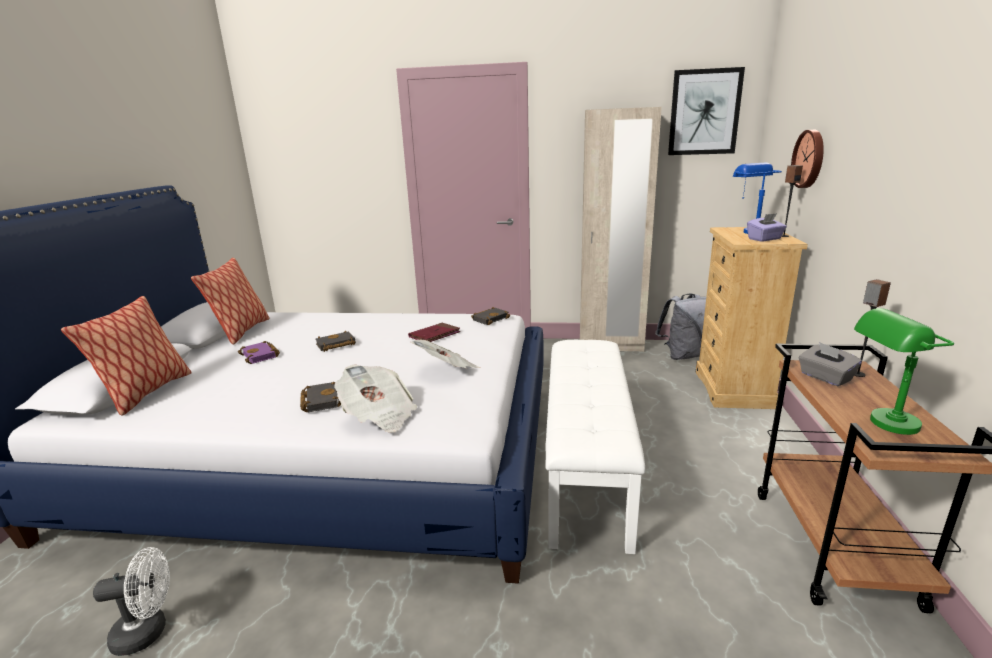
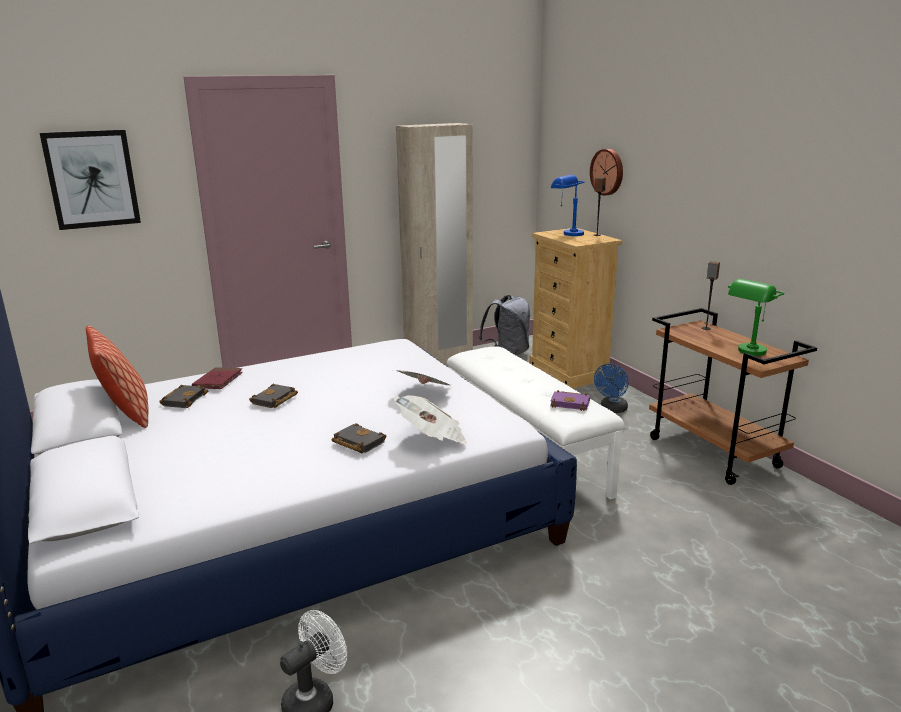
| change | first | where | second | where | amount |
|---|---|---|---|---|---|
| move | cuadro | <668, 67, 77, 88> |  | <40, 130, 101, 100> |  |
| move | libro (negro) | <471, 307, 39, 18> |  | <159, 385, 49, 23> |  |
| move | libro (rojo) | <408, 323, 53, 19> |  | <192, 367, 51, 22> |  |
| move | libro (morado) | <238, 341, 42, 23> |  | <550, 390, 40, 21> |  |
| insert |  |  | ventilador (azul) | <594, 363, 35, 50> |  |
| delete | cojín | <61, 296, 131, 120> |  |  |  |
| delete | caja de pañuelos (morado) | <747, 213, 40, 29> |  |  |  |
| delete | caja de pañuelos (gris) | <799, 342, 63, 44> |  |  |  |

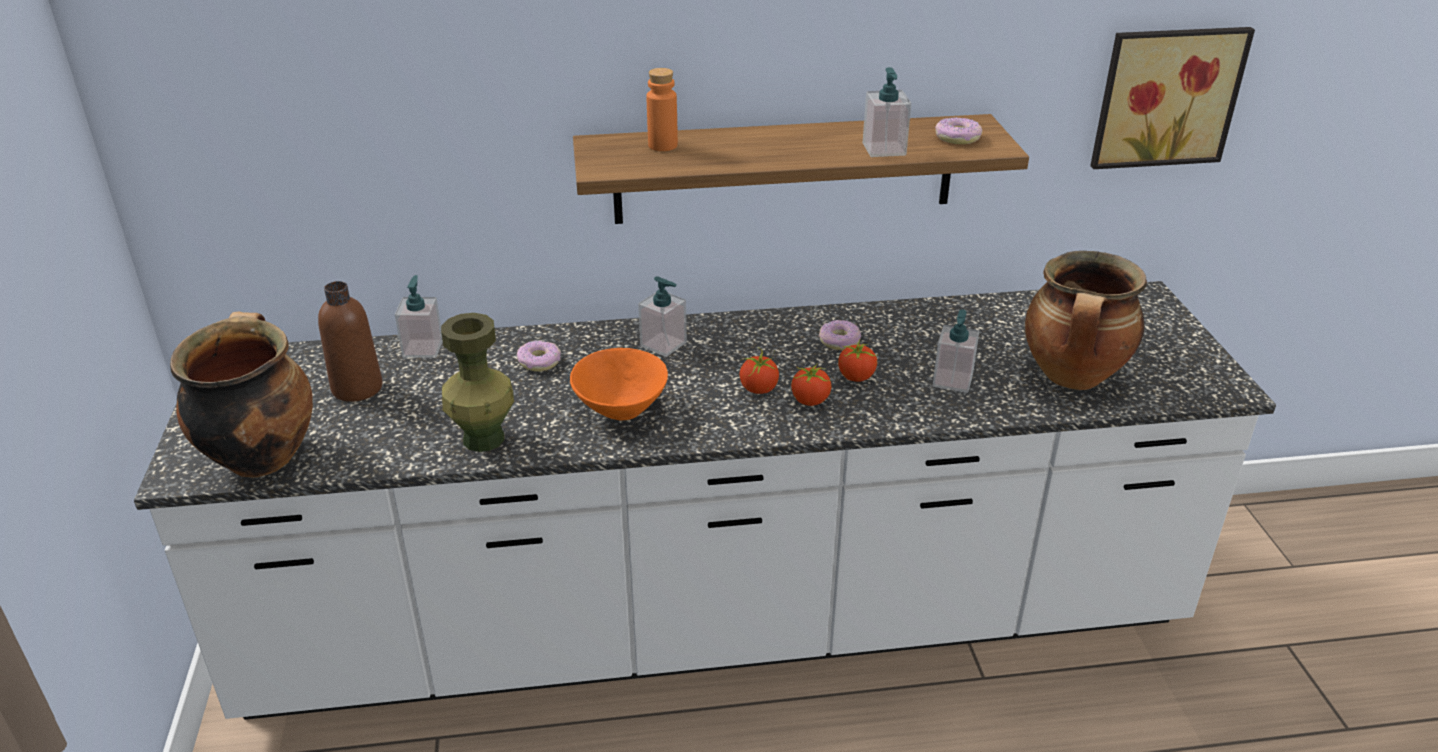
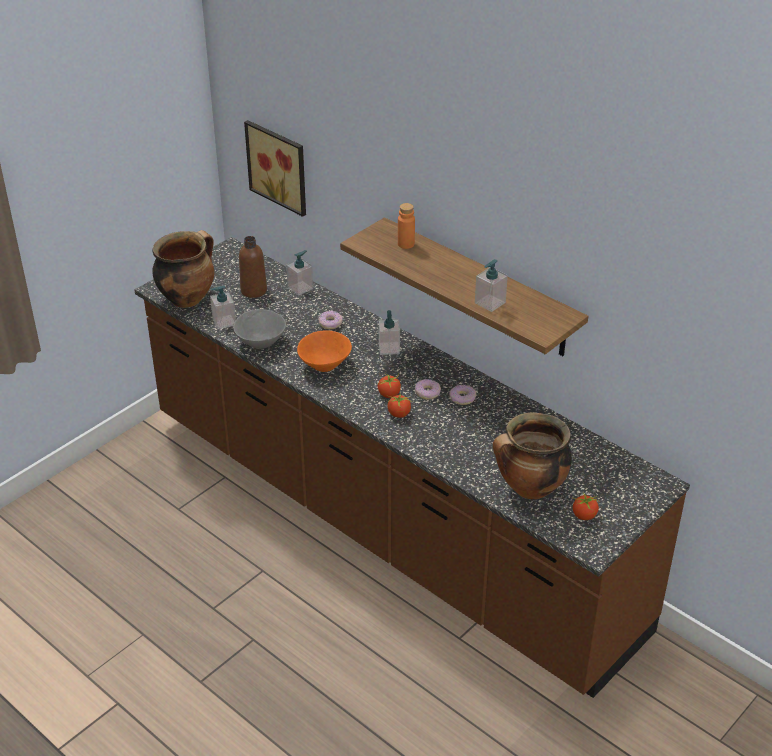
| change | first | where | second | where | amount |
|---|---|---|---|---|---|
| recolor | mueble bajo de cocina (blanco) | <134, 281, 1142, 439> | mueble bajo de cocina (marrón) | <134, 237, 556, 461> |  |
| move | dispensador de jabón | <933, 309, 46, 84> |  | <210, 285, 26, 44> |  |
| replace | florero (verde) | <441, 313, 73, 139> | cuenco (gris) | <233, 309, 53, 40> |  |
| move | cuadro | <1090, 27, 165, 142> |  | <244, 120, 62, 97> |  |
| move | rosquilla | <935, 117, 47, 27> |  | <415, 379, 26, 21> |  |
| move | tomate | <838, 340, 39, 42> |  | <573, 492, 27, 28> |  |

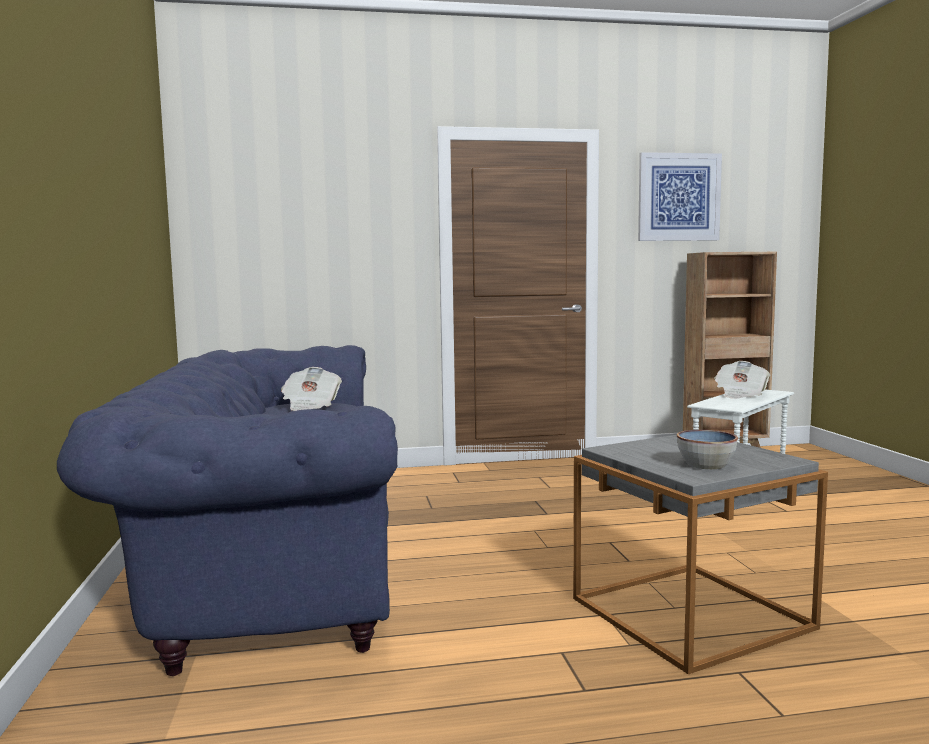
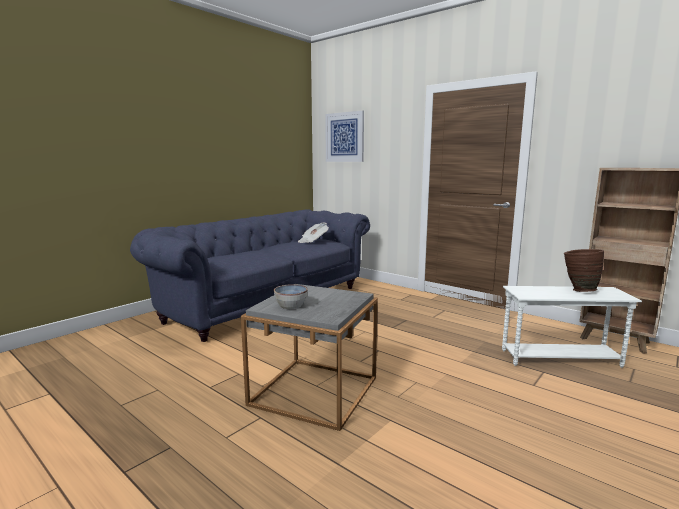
| change | first | where | second | where | amount |
|---|---|---|---|---|---|
| move | cuadro | <638, 152, 84, 89> |  | <325, 111, 39, 51> |  |
| replace | periódico | <714, 361, 56, 38> | florero (marrón) | <564, 249, 40, 43> |  |

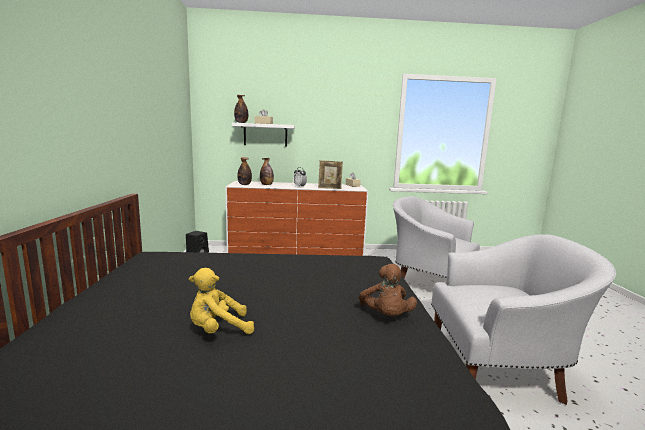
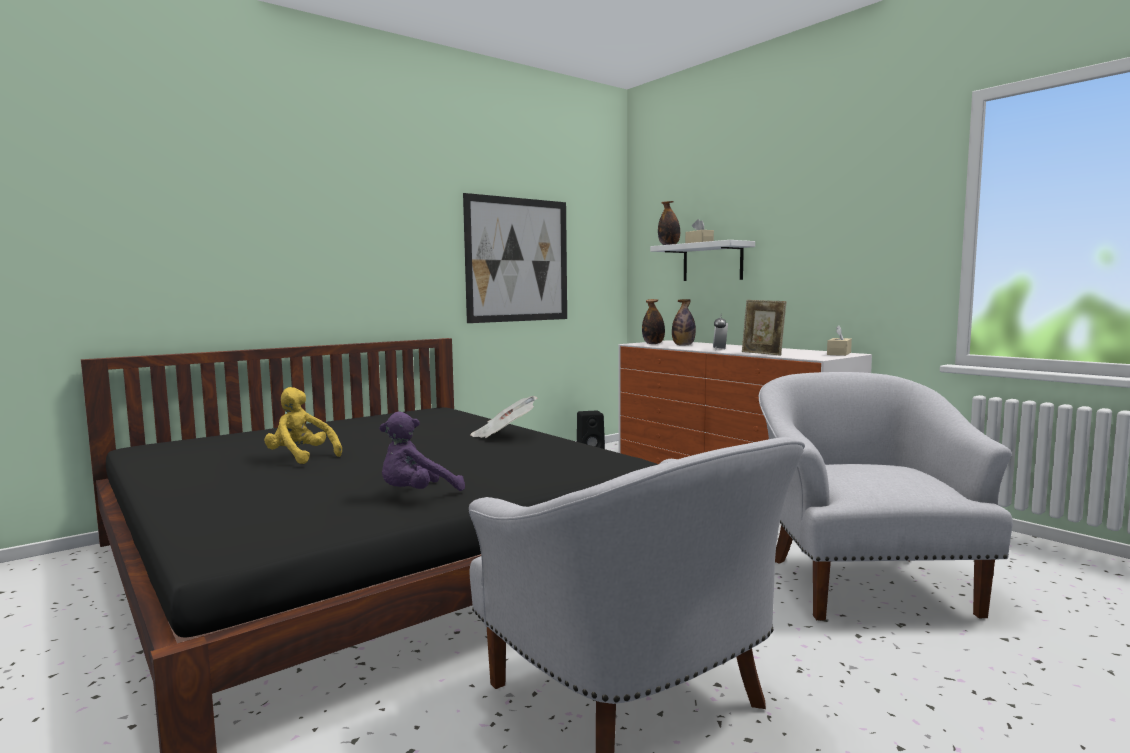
| change | first | where | second | where | amount |
|---|---|---|---|---|---|
| recolor | peluche (marrón) | <359, 264, 58, 52> | peluche (morado) | <379, 412, 86, 79> |  |
| insert |  |  | cuadro | <463, 193, 104, 130> |  |
| insert |  |  | periódico | <471, 396, 67, 42> |  |

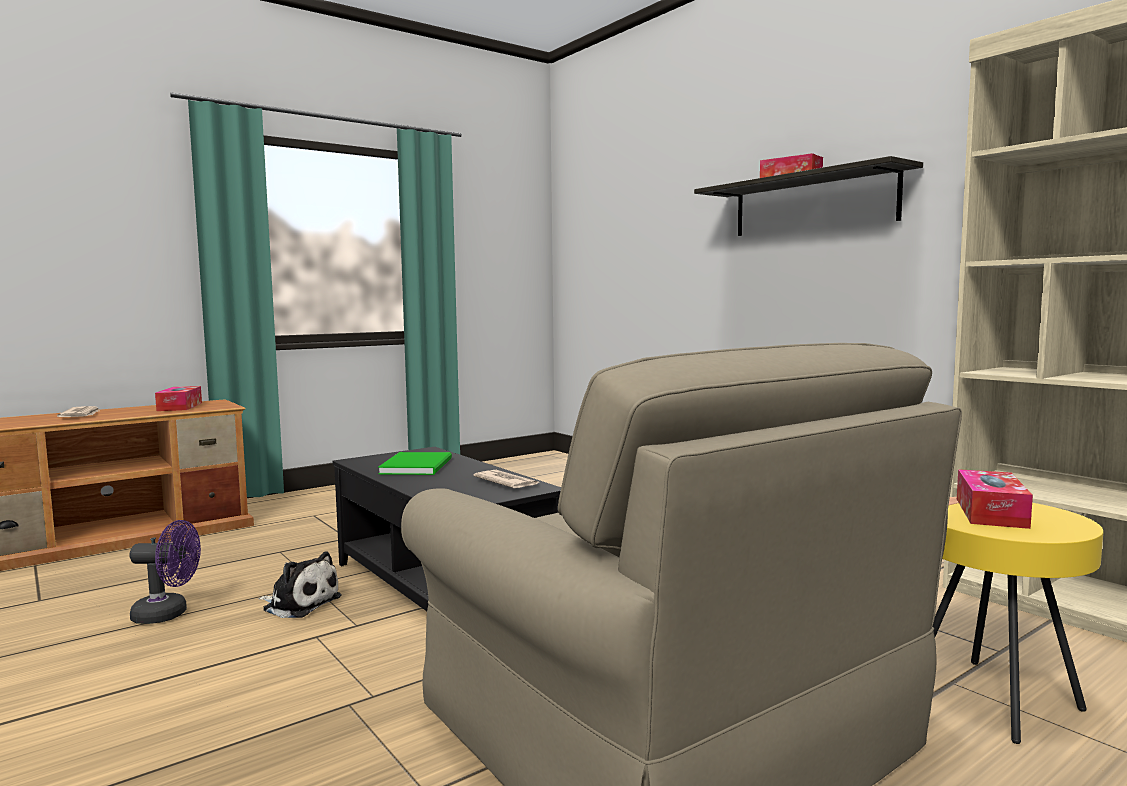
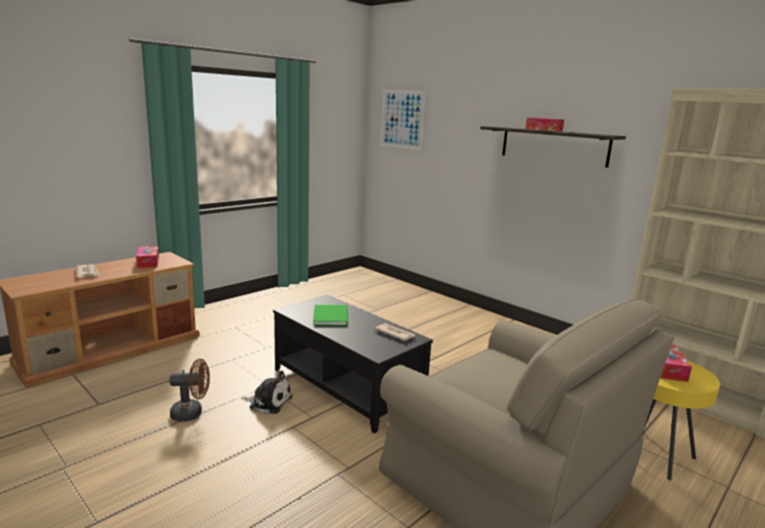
| change | first | where | second | where | amount |
|---|---|---|---|---|---|
| recolor | ventilador (morado) | <129, 520, 72, 104> | ventilador (marrón) | <169, 359, 41, 62> |  |
| insert |  |  | cuadro | <381, 90, 45, 60> |  |

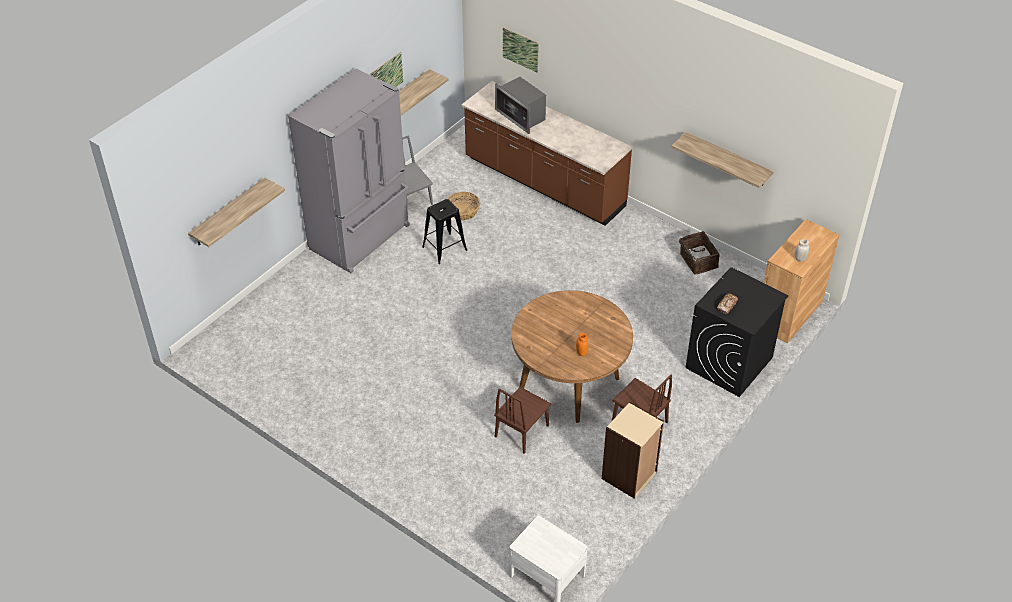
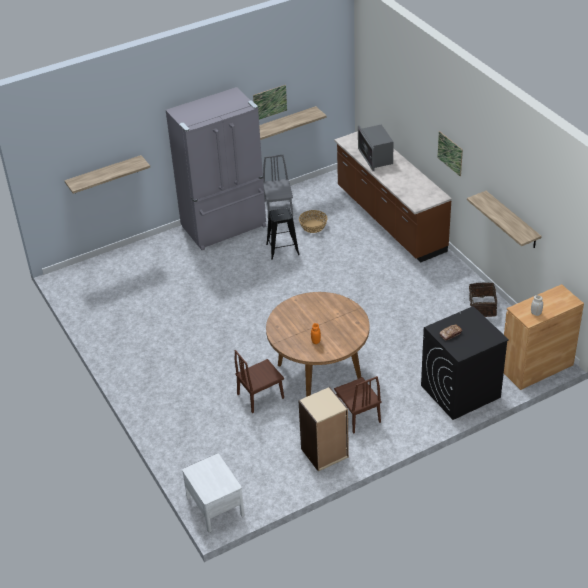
| change | first | where | second | where | amount |
|---|---|---|---|---|---|
| move | cuadro | <503, 27, 36, 46> |  | <437, 131, 26, 45> |  |

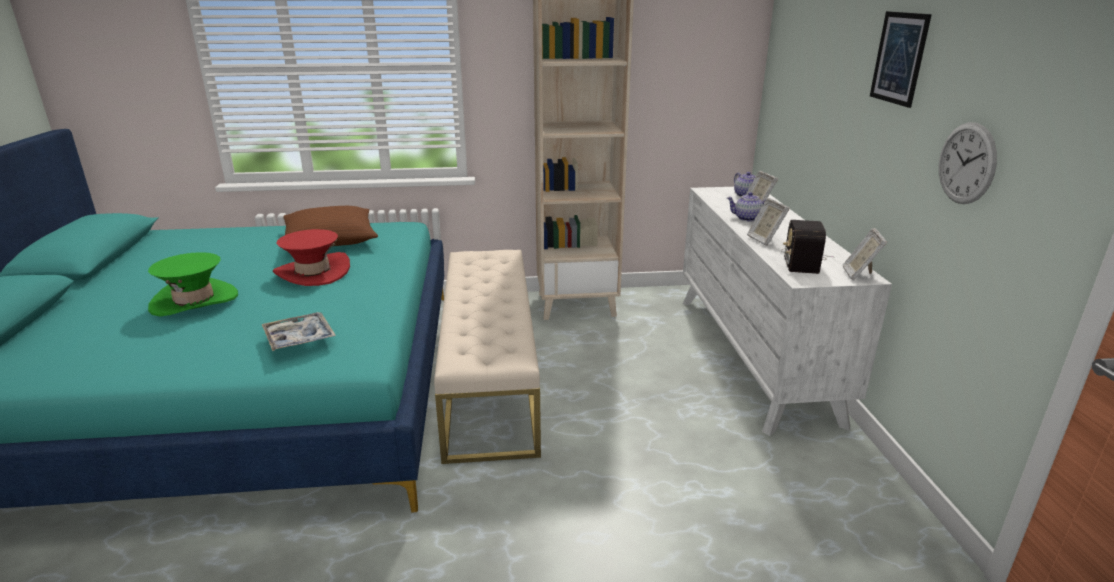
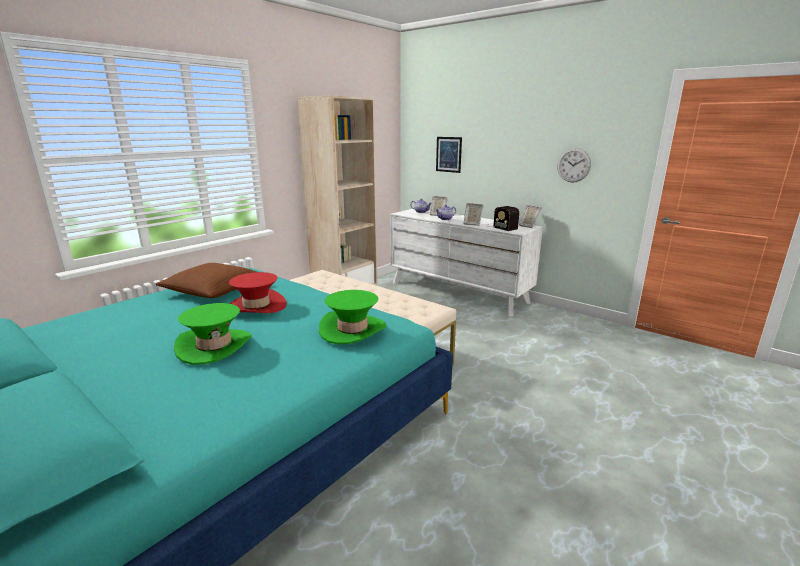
| change | first | where | second | where | amount |
|---|---|---|---|---|---|
| replace | bandeja | <262, 312, 74, 39> | sombrero (verde) | <319, 290, 67, 54> |  |
| move | cuadro | <870, 11, 62, 97> |  | <436, 137, 26, 36> |  |

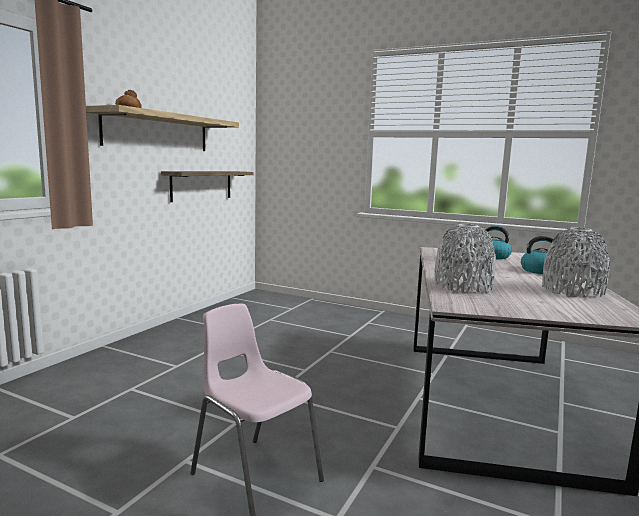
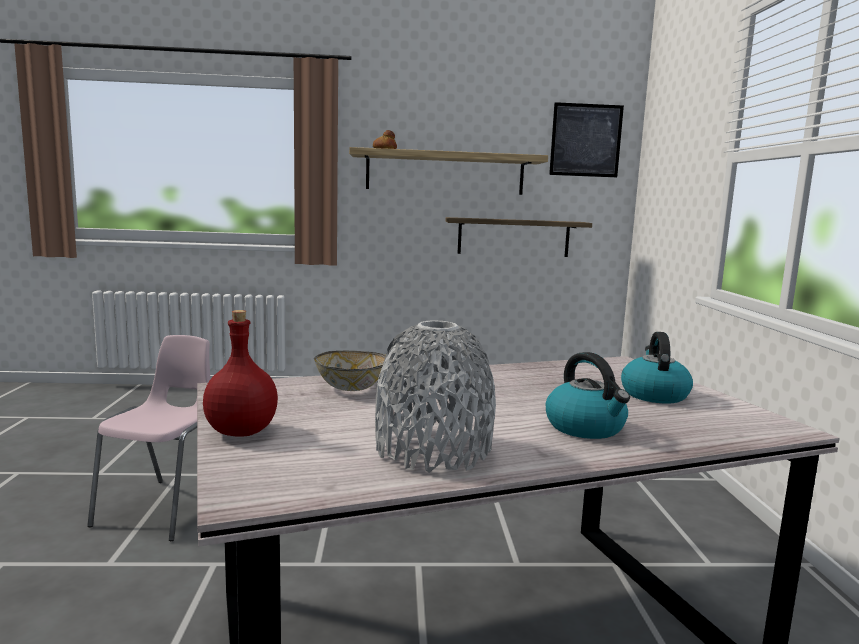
| change | first | where | second | where | amount |
|---|---|---|---|---|---|
| insert |  |  | botella (rojo) | <203, 310, 75, 127> |  |
| replace | florero (gris) | <434, 224, 62, 69> | cuenco | <314, 351, 72, 40> |  |
| insert |  |  | cuadro | <549, 102, 75, 75> |  |

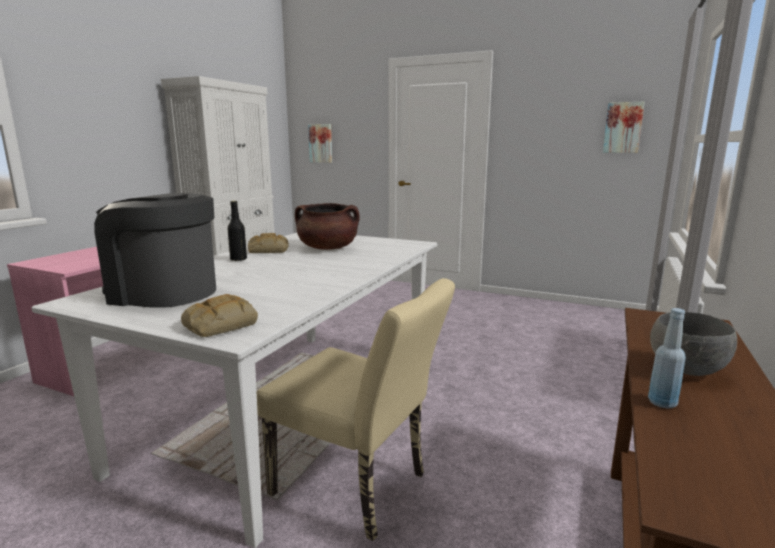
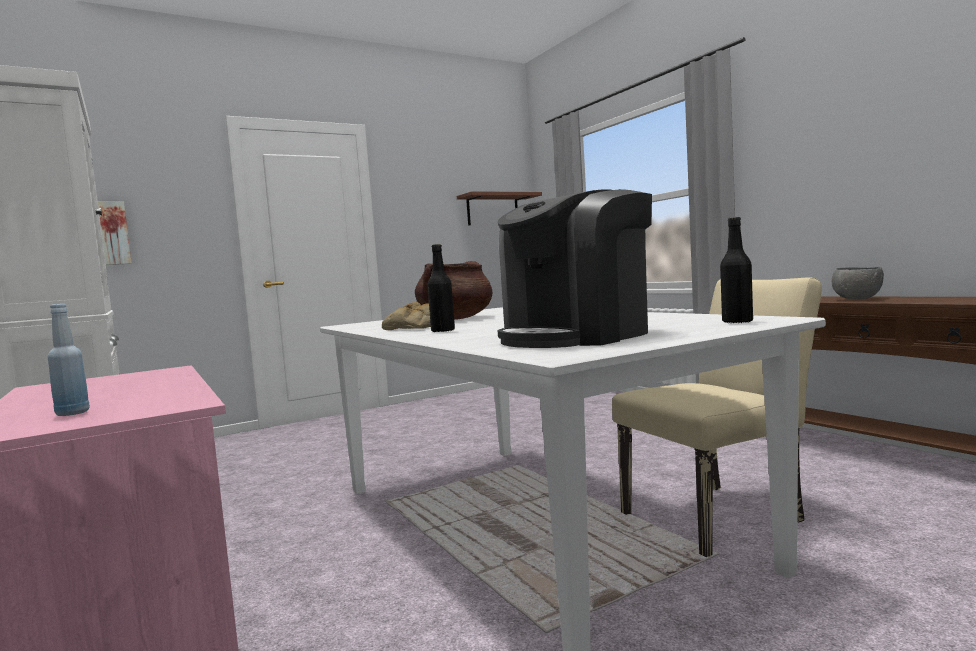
| change | first | where | second | where | amount |
|---|---|---|---|---|---|
| move | botella (azul) | <648, 308, 38, 101> |  | <48, 304, 42, 112> |  |
| replace | cuadro | <603, 102, 42, 51> | estante (marrón) | <457, 191, 85, 34> |  |
| replace | pan | <181, 294, 77, 43> | botella (negro) | <720, 217, 33, 107> |  |

